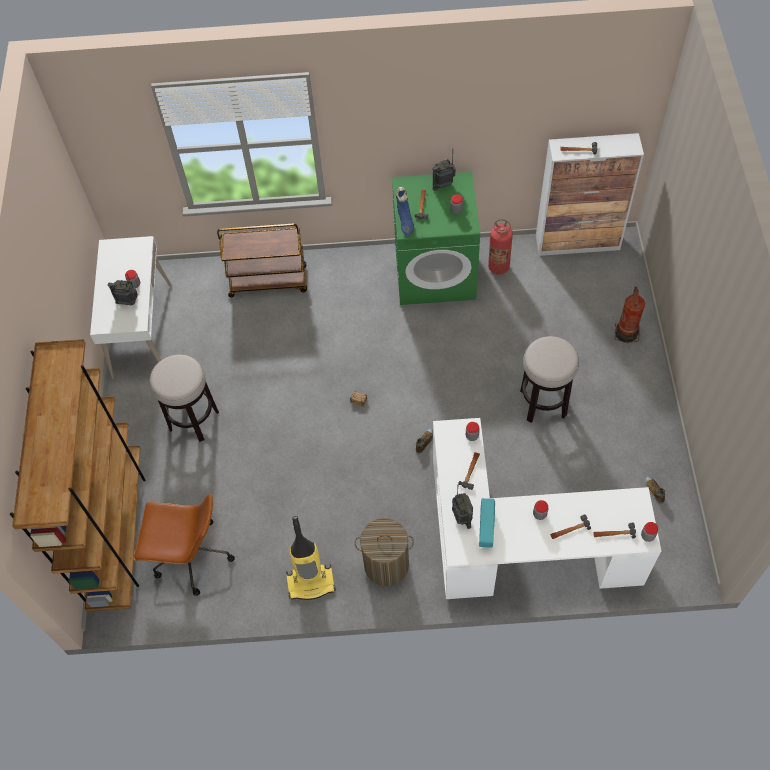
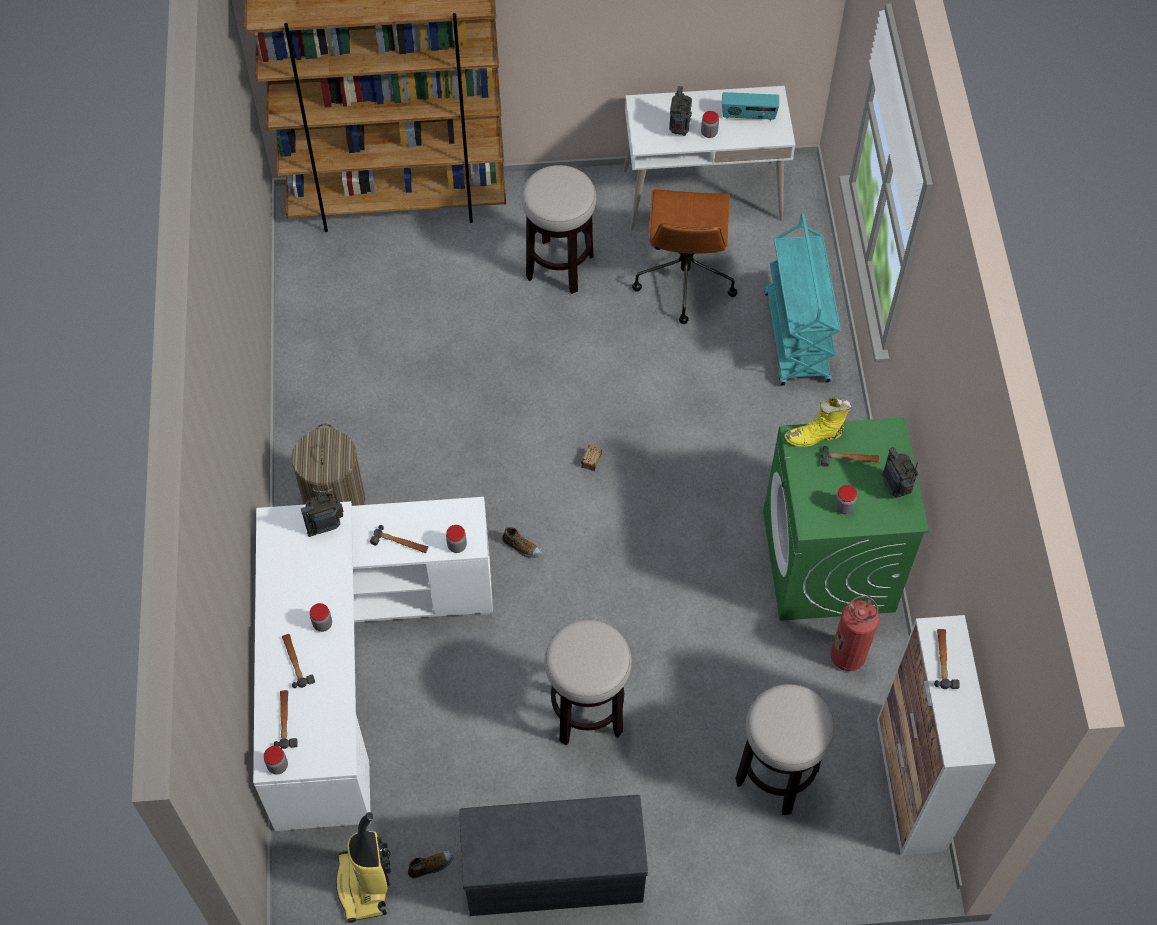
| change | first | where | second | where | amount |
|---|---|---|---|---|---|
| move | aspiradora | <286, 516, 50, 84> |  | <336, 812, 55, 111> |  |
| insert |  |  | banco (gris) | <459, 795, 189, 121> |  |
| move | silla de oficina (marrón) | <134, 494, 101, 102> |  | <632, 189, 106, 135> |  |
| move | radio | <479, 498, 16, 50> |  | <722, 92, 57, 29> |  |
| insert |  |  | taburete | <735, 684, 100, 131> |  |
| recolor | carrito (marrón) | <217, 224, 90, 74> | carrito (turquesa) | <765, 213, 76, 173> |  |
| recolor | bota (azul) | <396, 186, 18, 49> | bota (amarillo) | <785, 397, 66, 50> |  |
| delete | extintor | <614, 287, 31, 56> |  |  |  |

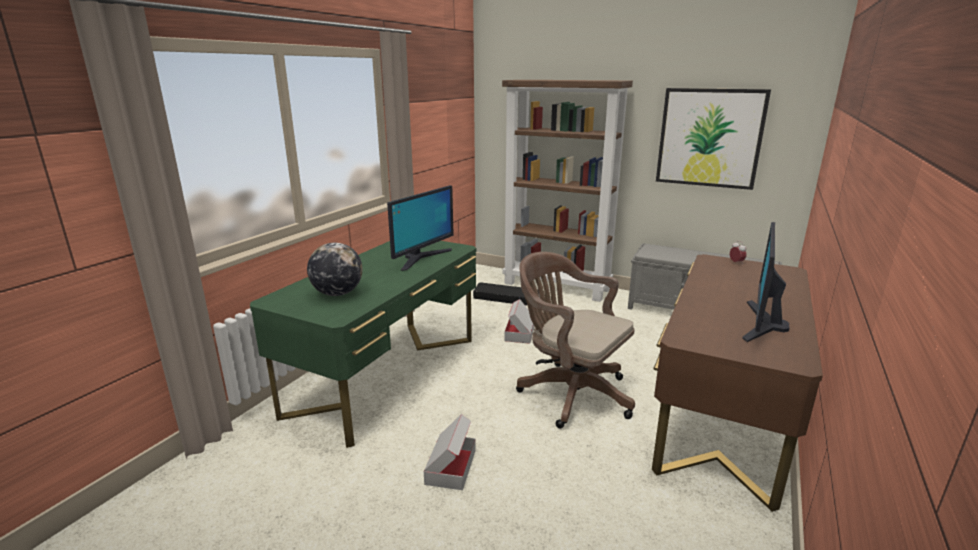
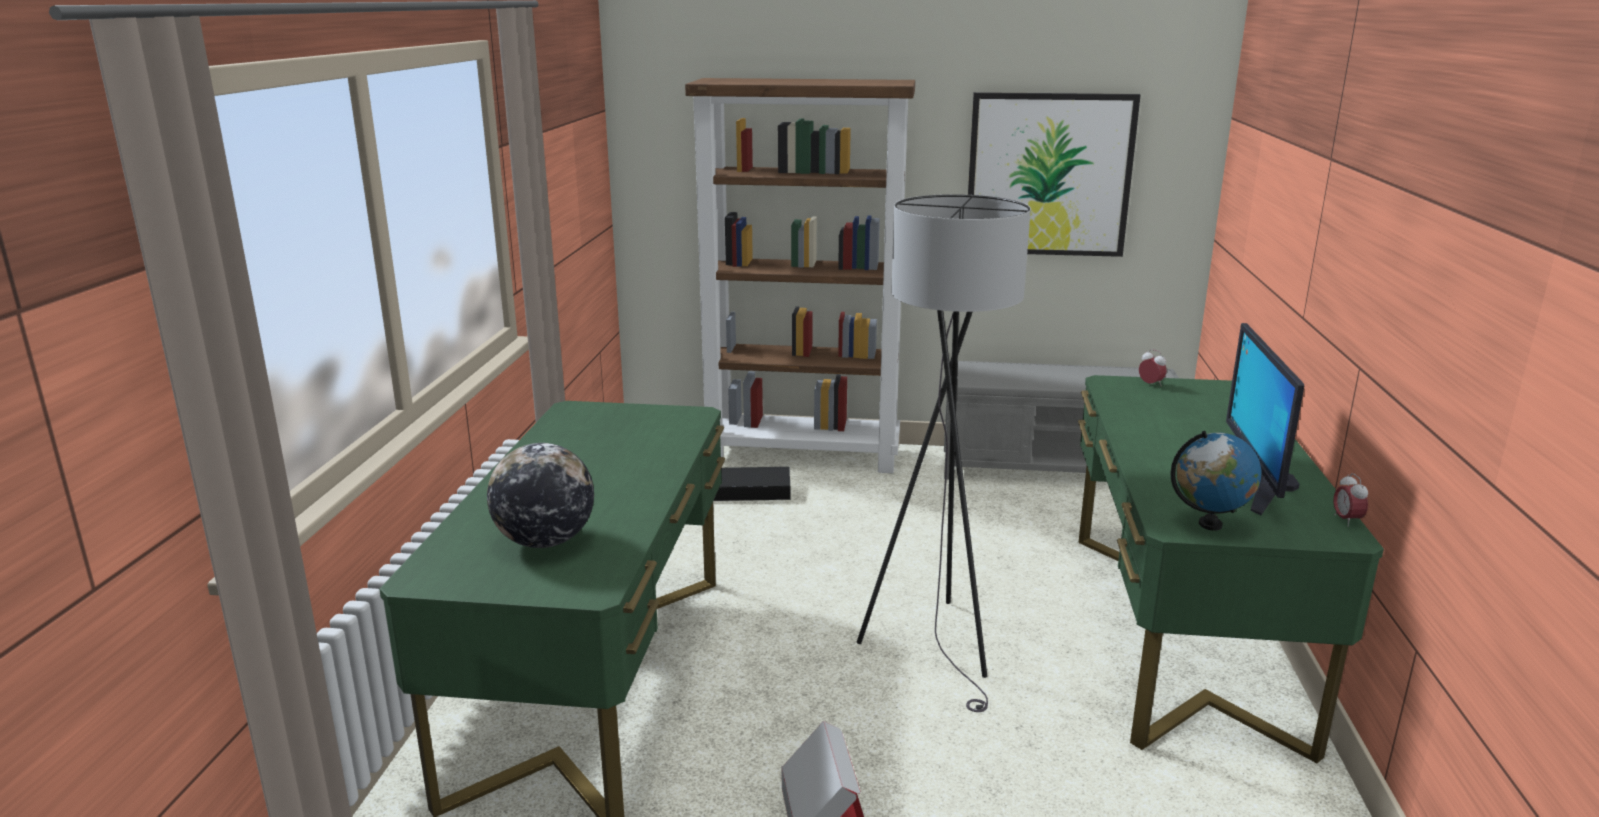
| change | first | where | second | where | amount |
|---|---|---|---|---|---|
| replace | silla de oficina (marrón) | <516, 252, 119, 177> | lámpara de pie (gris) | <857, 194, 174, 518> |  |
| recolor | escritorio (marrón) | <652, 254, 171, 258> | escritorio (verde) | <1078, 375, 306, 388> |  |
| insert |  |  | globo terráqueo | <1170, 431, 91, 100> |  |
| insert |  |  | despertador | <1333, 473, 35, 54> |  |
| delete | monitor | <387, 185, 67, 86> |  |  |  |
| delete | caja de cartón | <504, 299, 30, 45> |  |  |  |

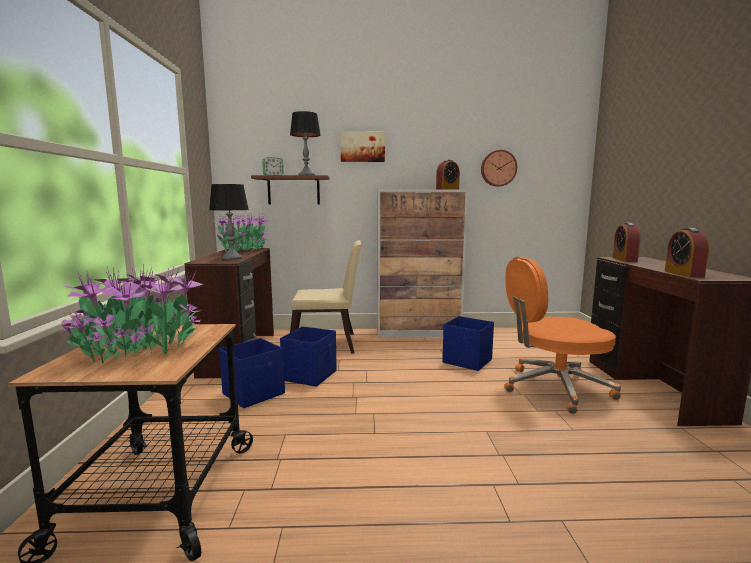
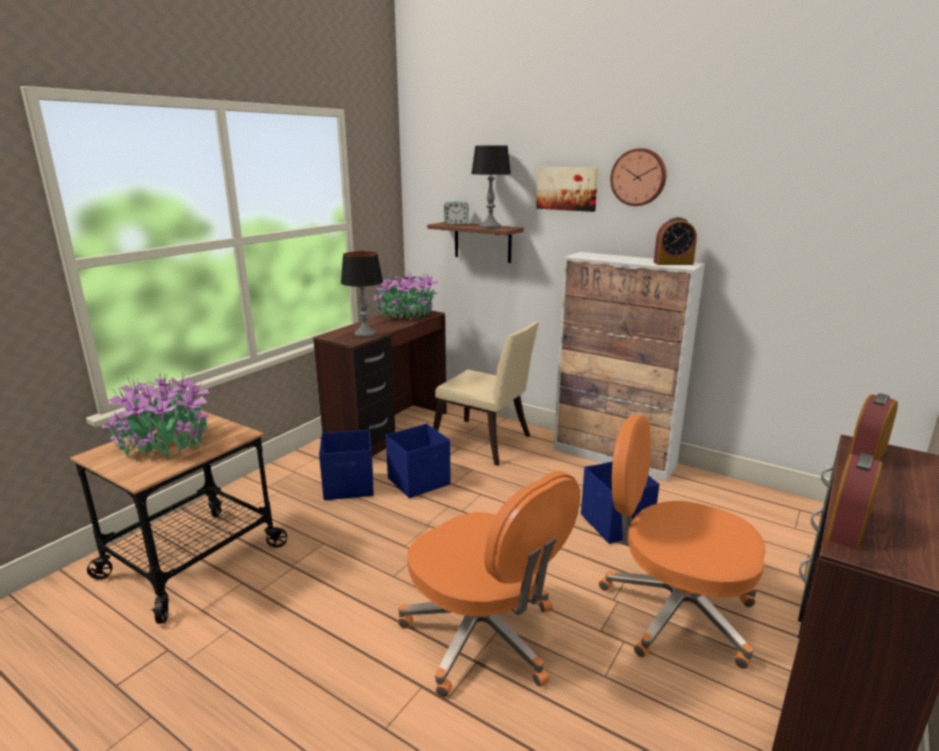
| change | first | where | second | where | amount |
|---|---|---|---|---|---|
| insert |  |  | silla de oficina (naranja) | <398, 471, 182, 227> |  |
| move | reloj de pared | <481, 150, 36, 37> |  | <610, 148, 56, 58> |  |

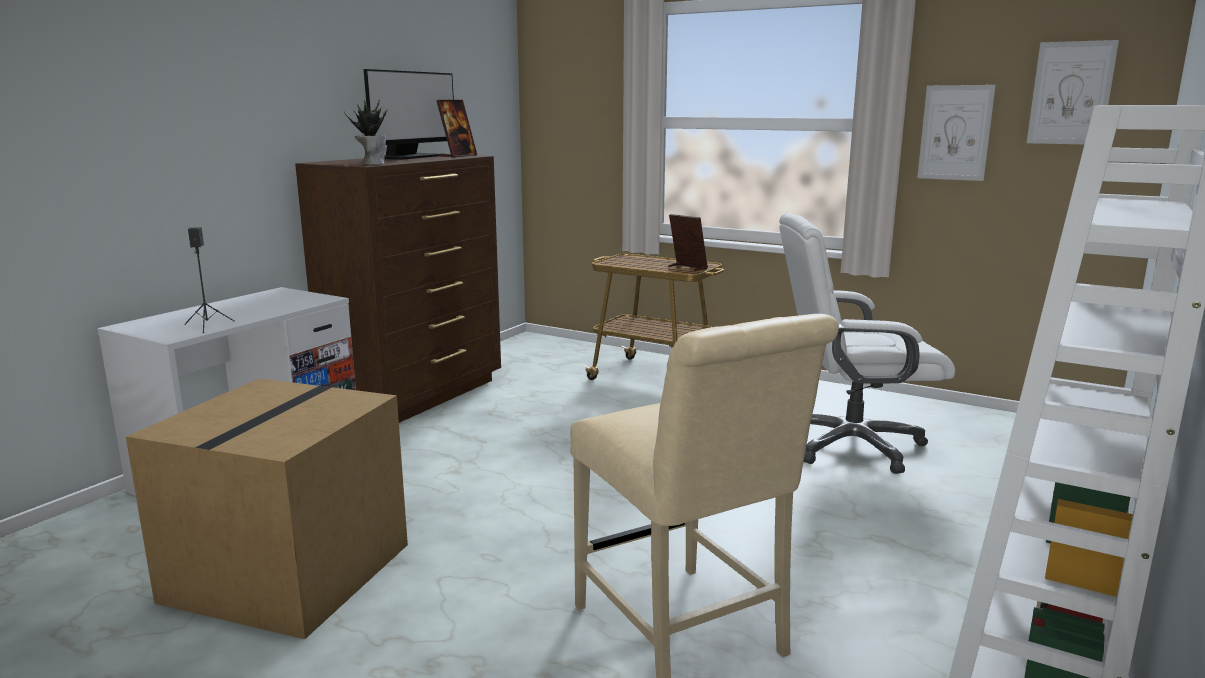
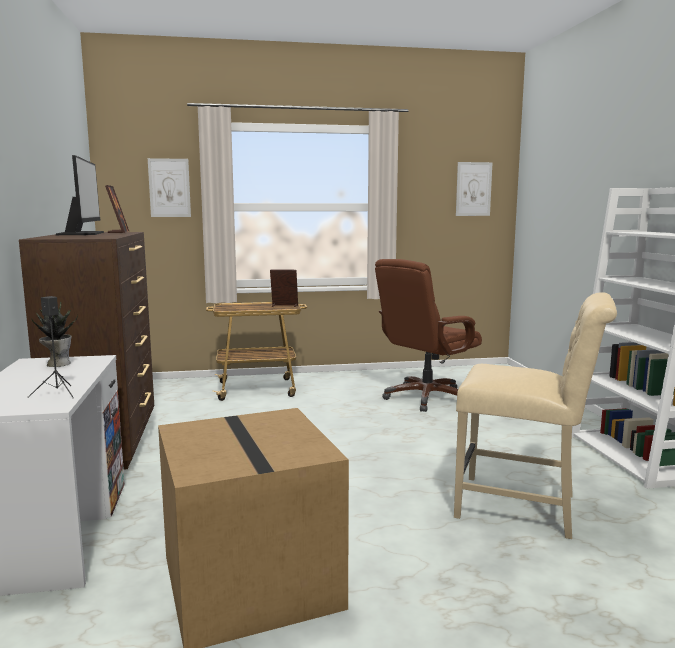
| change | first | where | second | where | amount |
|---|---|---|---|---|---|
| move | planta en maceta | <344, 99, 43, 66> |  | <31, 302, 47, 65> |  |
| move | cuadro | <917, 85, 79, 96> |  | <148, 158, 43, 59> |  |
| recolor | silla de oficina (blanco) | <779, 213, 176, 261> | silla de oficina (marrón) | <375, 259, 107, 153> |  |

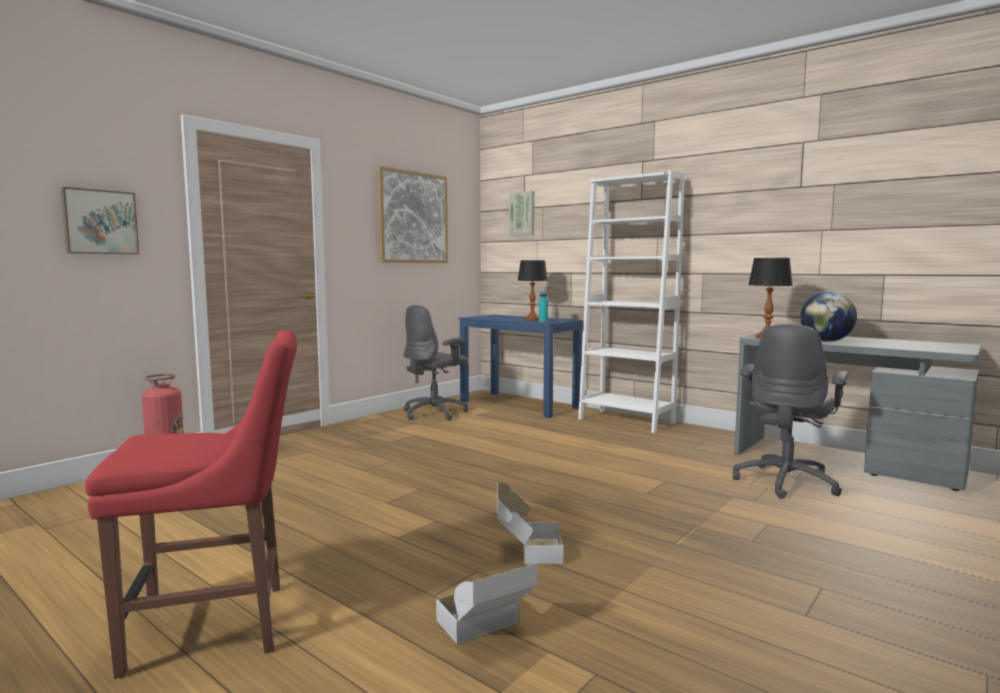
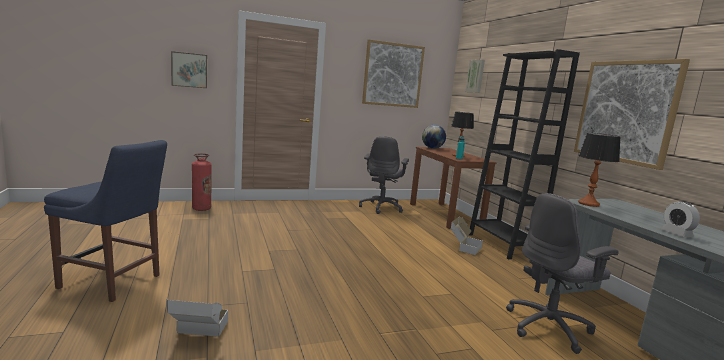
| change | first | where | second | where | amount |
|---|---|---|---|---|---|
| recolor | silla (rojo) | <85, 330, 212, 349> | silla (azul) | <44, 140, 123, 162> |  |
| rotate | silla de oficina (gris) | <403, 305, 65, 116> |  | <359, 136, 50, 78> | 60 degrees counterclockwise |
| recolor | escritorio (azul) | <458, 315, 126, 103> | escritorio (marrón) | <410, 147, 87, 82> |  |
| move | globo terráqueo | <800, 292, 57, 50> |  | <422, 125, 24, 24> |  |
| move | caja de cartón | <497, 482, 66, 82> |  | <451, 217, 32, 38> |  |
| recolor | estantería (blanco) | <578, 170, 107, 263> | estantería (negro) | <469, 49, 111, 210> |  |
| insert |  |  | cuadro | <574, 59, 116, 111> |  |
| insert |  |  | despertador | <661, 201, 39, 36> |  |

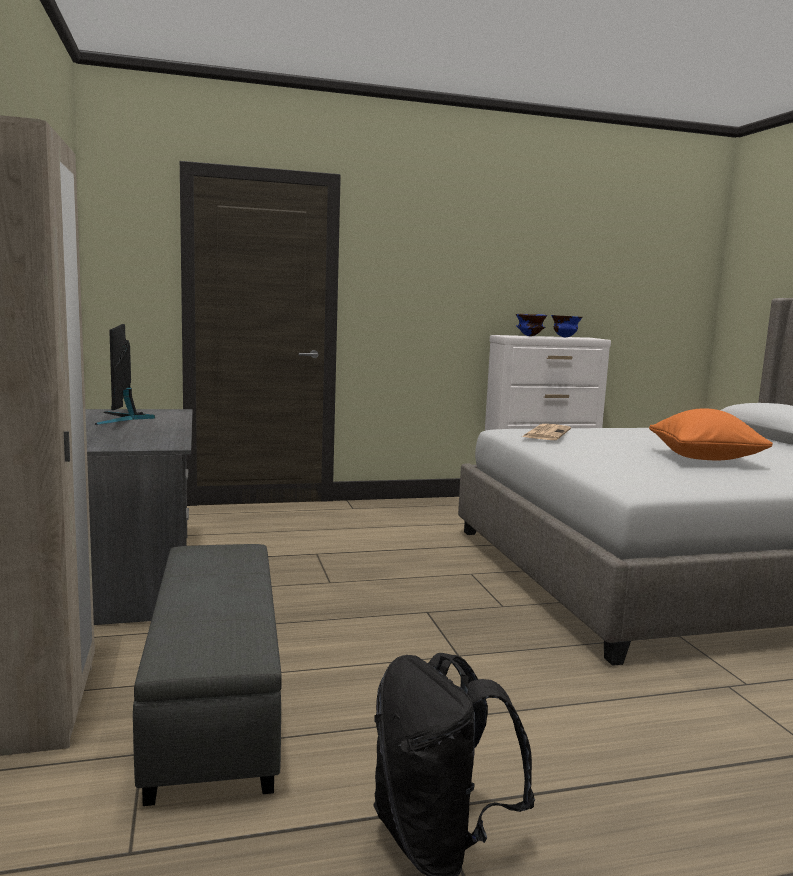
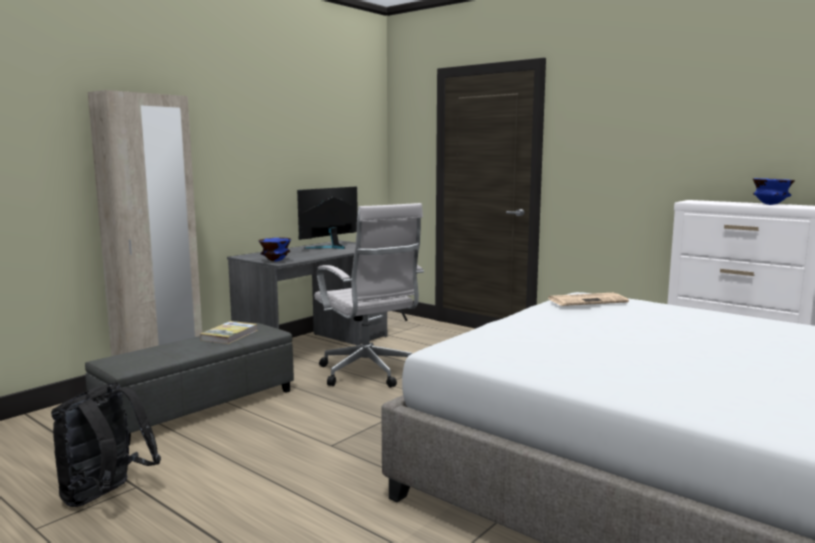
| change | first | where | second | where | amount |
|---|---|---|---|---|---|
| insert |  |  | libro | <200, 321, 58, 23> |  |
| move | cuenco (azul) | <516, 314, 31, 22> |  | <259, 237, 32, 25> |  |
| insert |  |  | silla de oficina (blanco) | <314, 203, 110, 185> |  |
| delete | cojín (naranja) | <649, 408, 124, 52> |  |  |  |

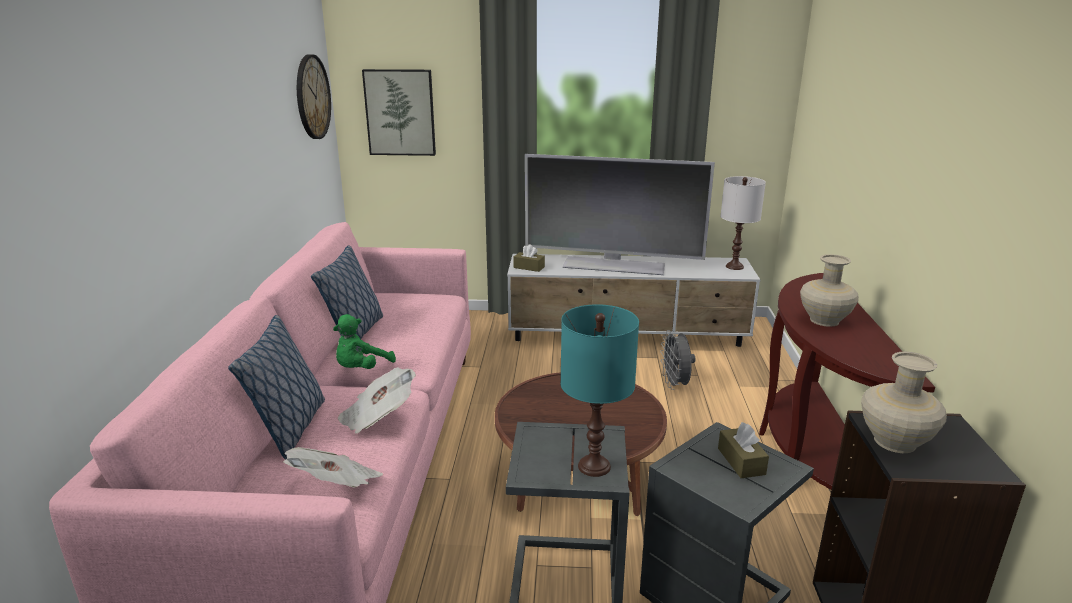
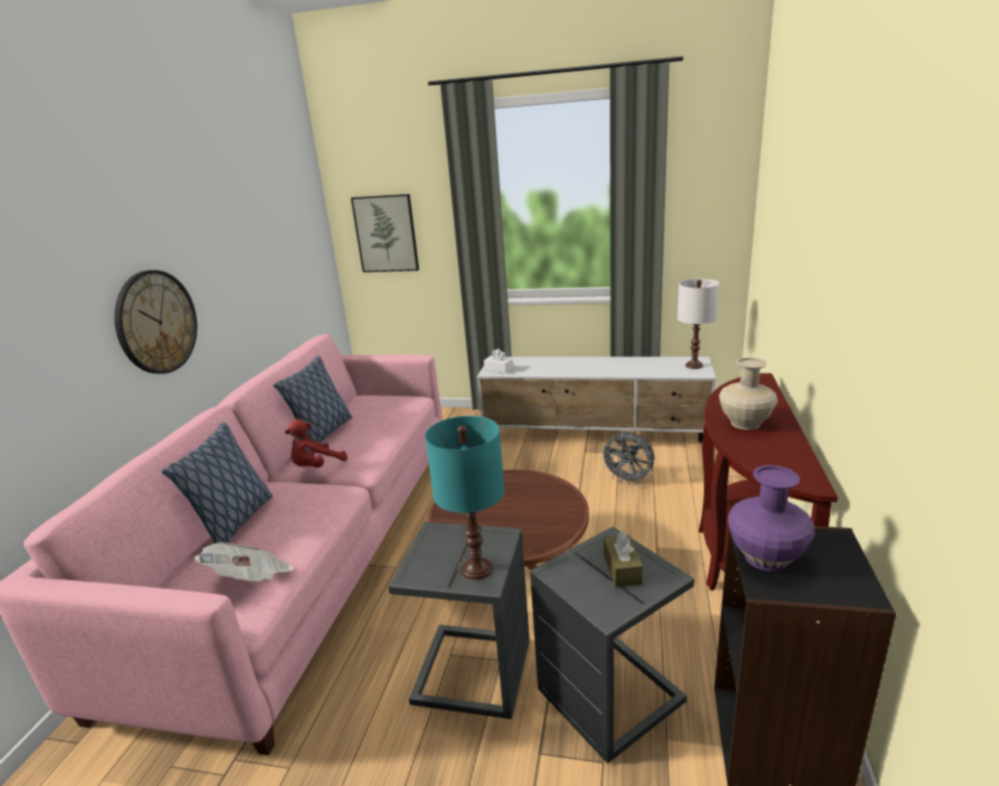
| change | first | where | second | where | amount |
|---|---|---|---|---|---|
| move | reloj de pared | <297, 55, 34, 84> |  | <115, 270, 82, 104> |  |
| recolor | peluche (verde) | <333, 314, 63, 55> | peluche (rojo) | <285, 419, 62, 49> |  |
| recolor | caja de pañuelos (marrón) | <513, 244, 32, 28> | caja de pañuelos (blanco) | <484, 349, 29, 25> |  |
| rotate | ventilador (gris) | <660, 330, 36, 60> |  | <599, 432, 55, 53> | 60 degrees counterclockwise |
| recolor | florero (beis) | <861, 352, 86, 101> | florero (morado) | <728, 465, 87, 106> |  |
| delete | periódico | <338, 367, 78, 66> |  |  |  |
| delete | televisor | <525, 154, 190, 121> |  |  |  |

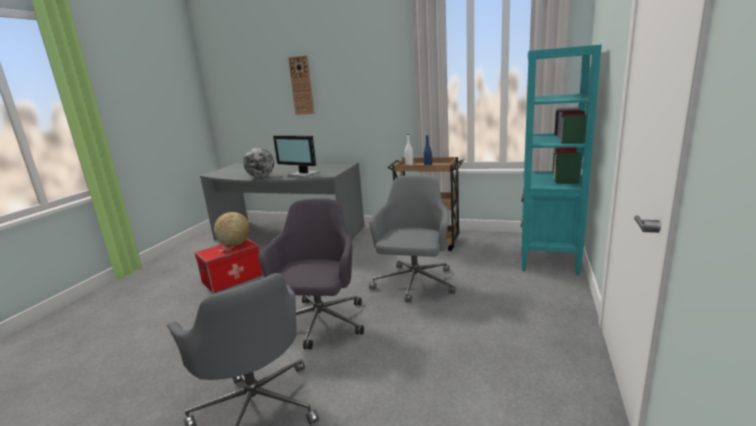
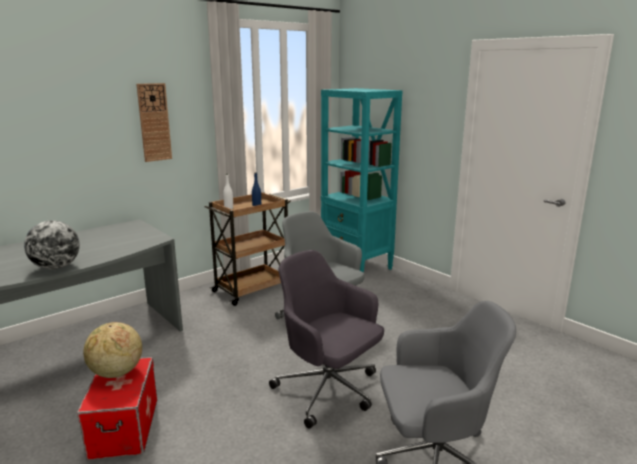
| change | first | where | second | where | amount |
|---|---|---|---|---|---|
| move | reloj de pared | <288, 55, 26, 60> |  | <136, 83, 36, 79> |  |
| delete | monitor | <273, 135, 46, 43> |  |  |  |

